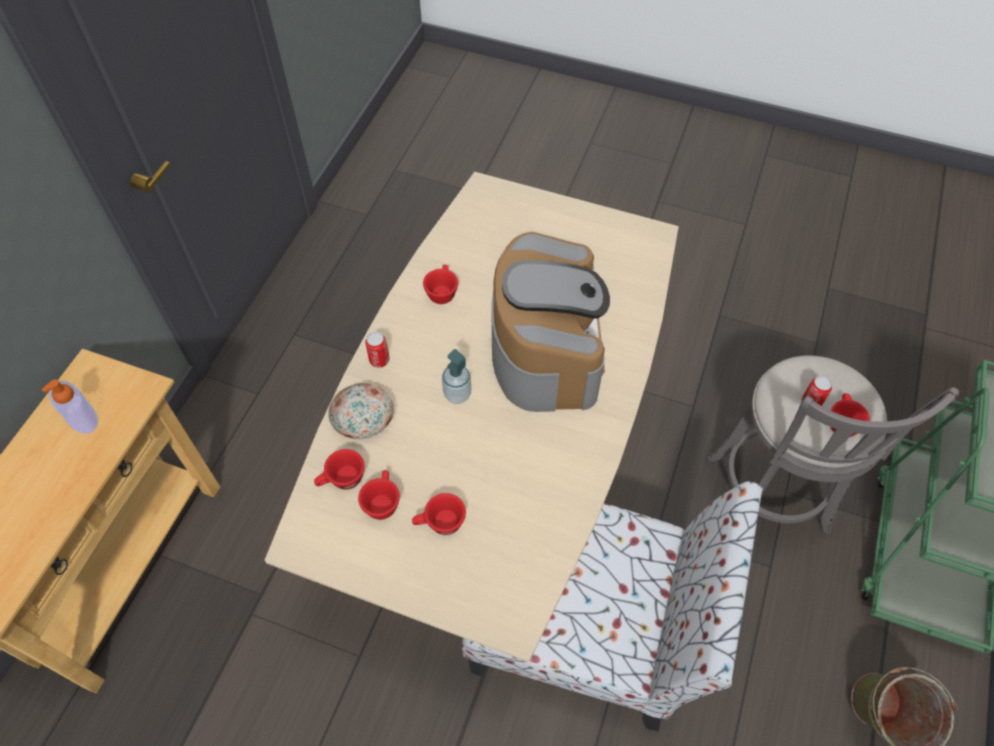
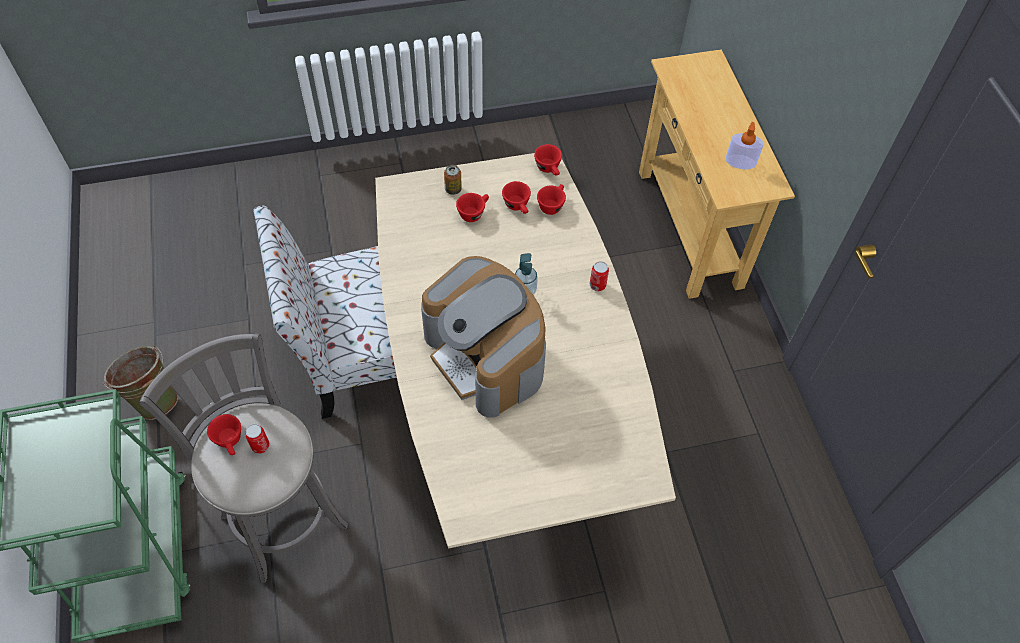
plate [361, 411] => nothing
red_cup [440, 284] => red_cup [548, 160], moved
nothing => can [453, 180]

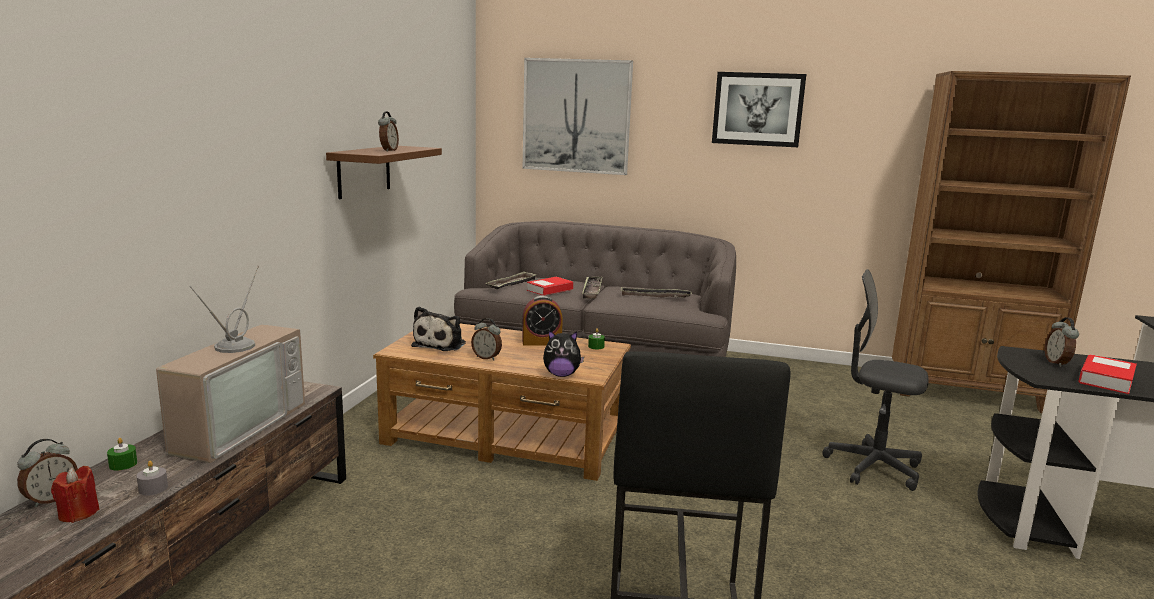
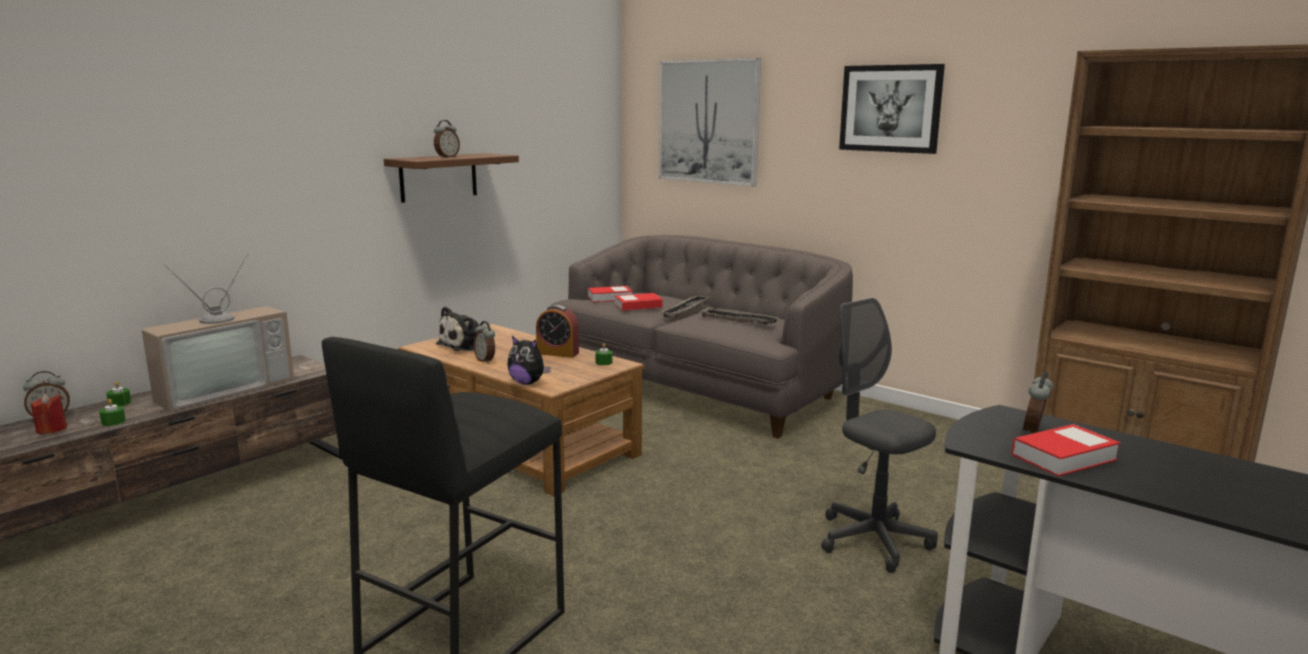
grey_candle [152, 477] => green_candle [112, 412]
tray [511, 280] => book [610, 294]

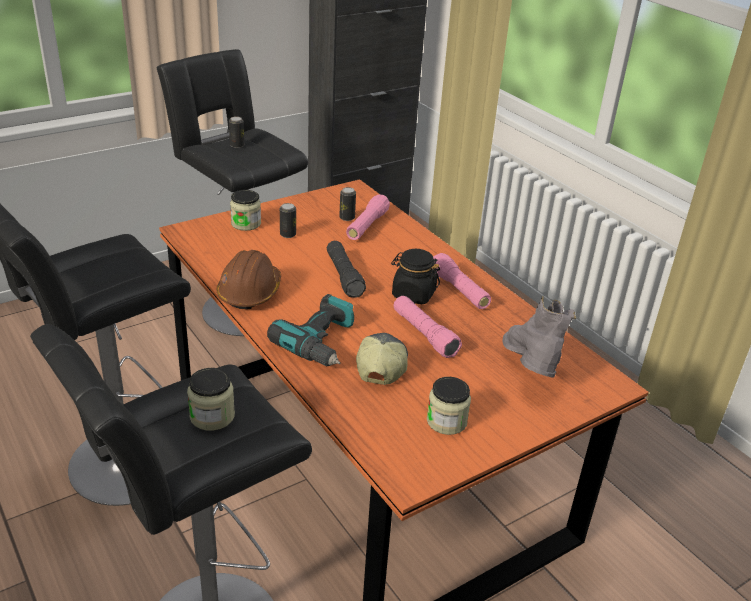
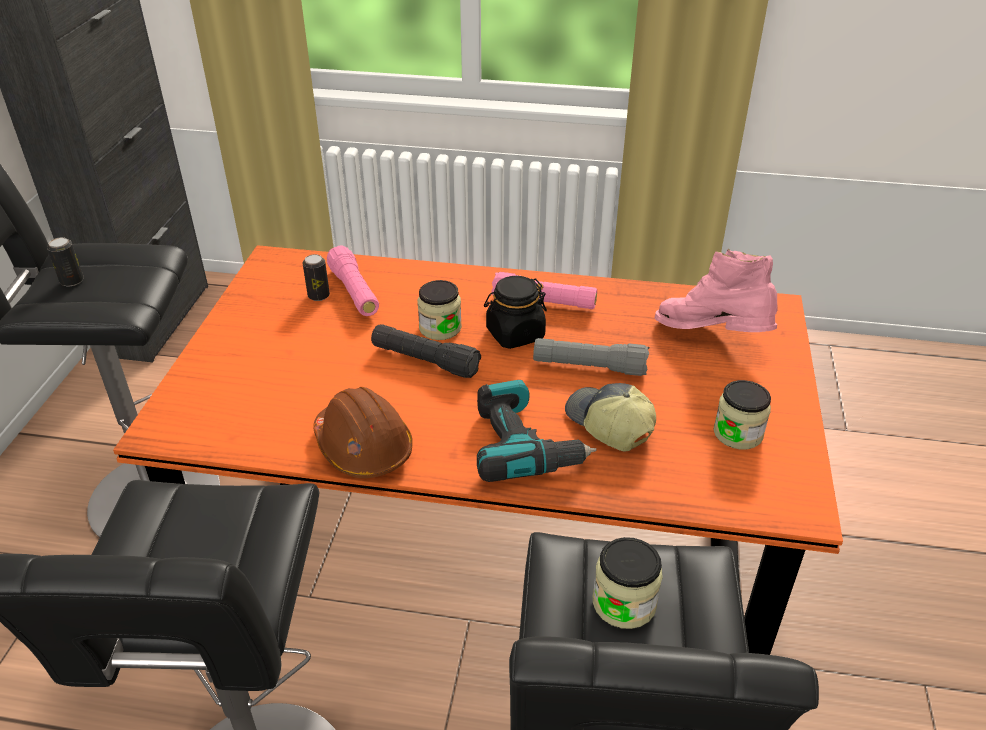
jar [245, 210] => jar [439, 310], moved
can [288, 220] => nothing
pink_flashlight [428, 327] => grey_flashlight [591, 357]
grey_boot [539, 337] => pink_boot [716, 290]

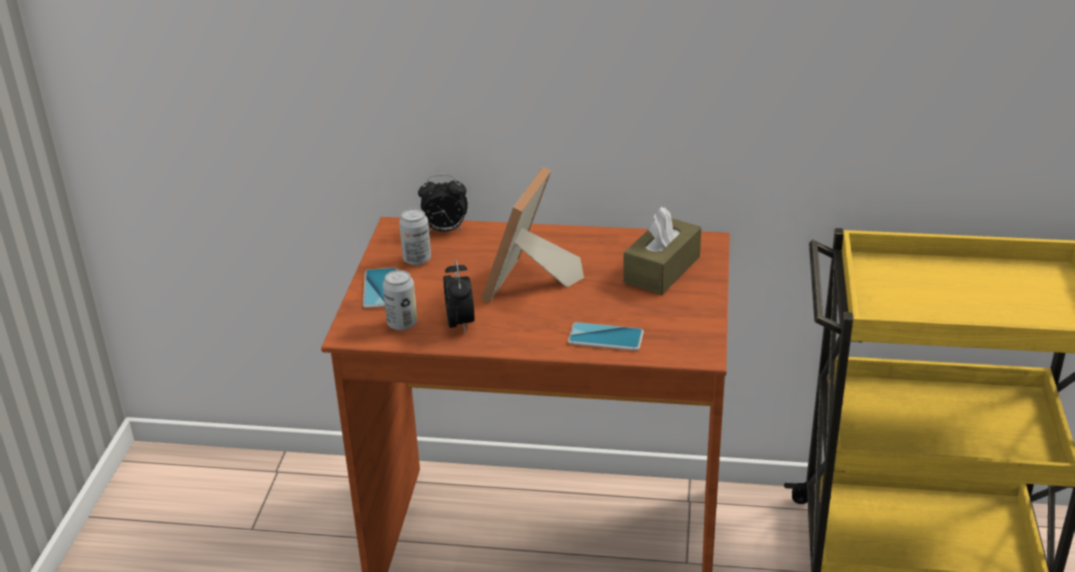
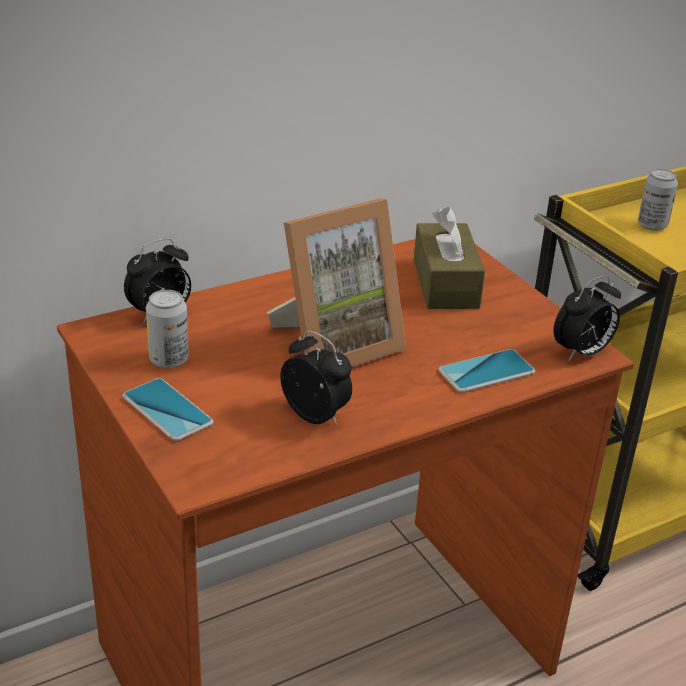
can [400, 300] => can [658, 200], moved
picture_frame [532, 235] => picture_frame [336, 282], 105 degrees counterclockwise
nothing => alarm_clock [587, 318]

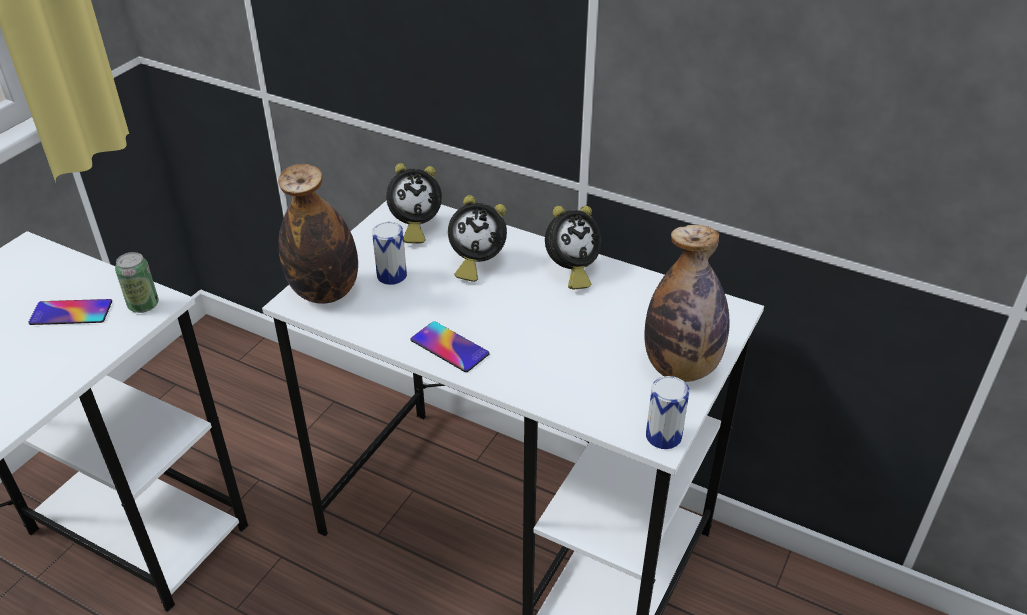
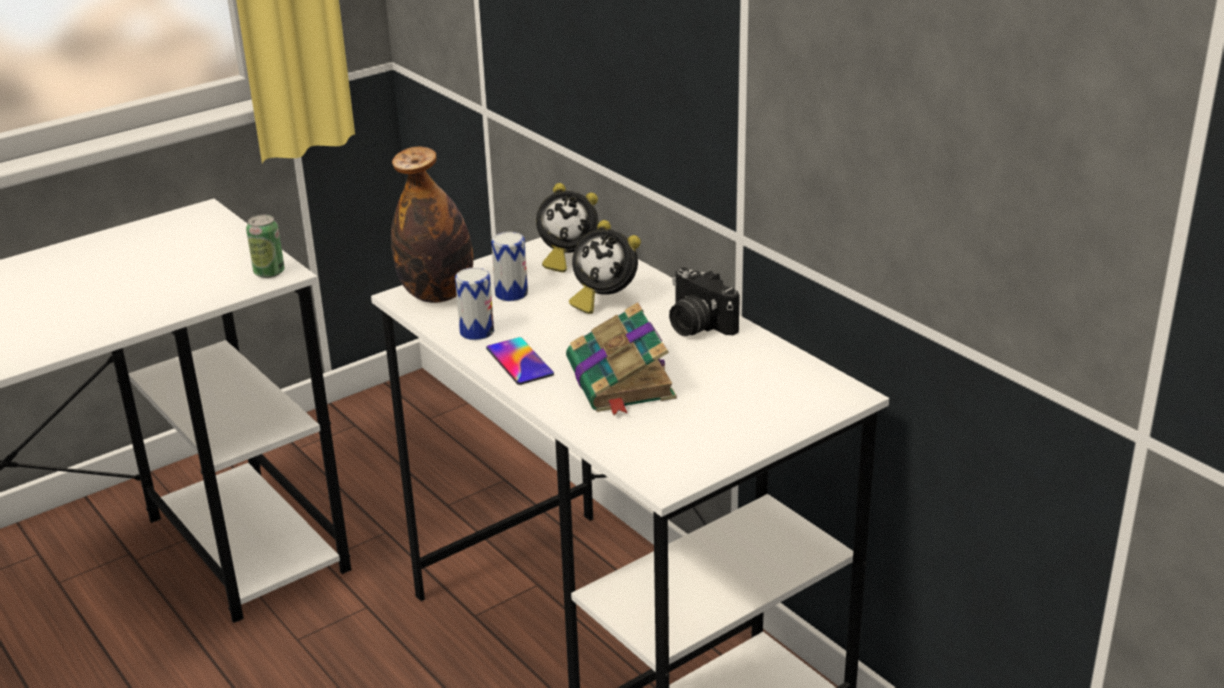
phone [70, 312] => nothing
alarm_clock [573, 247] => photo_camera [704, 301]
bottle [686, 303] => nothing
can [667, 412] => can [474, 303], moved
nothing => book [621, 359]

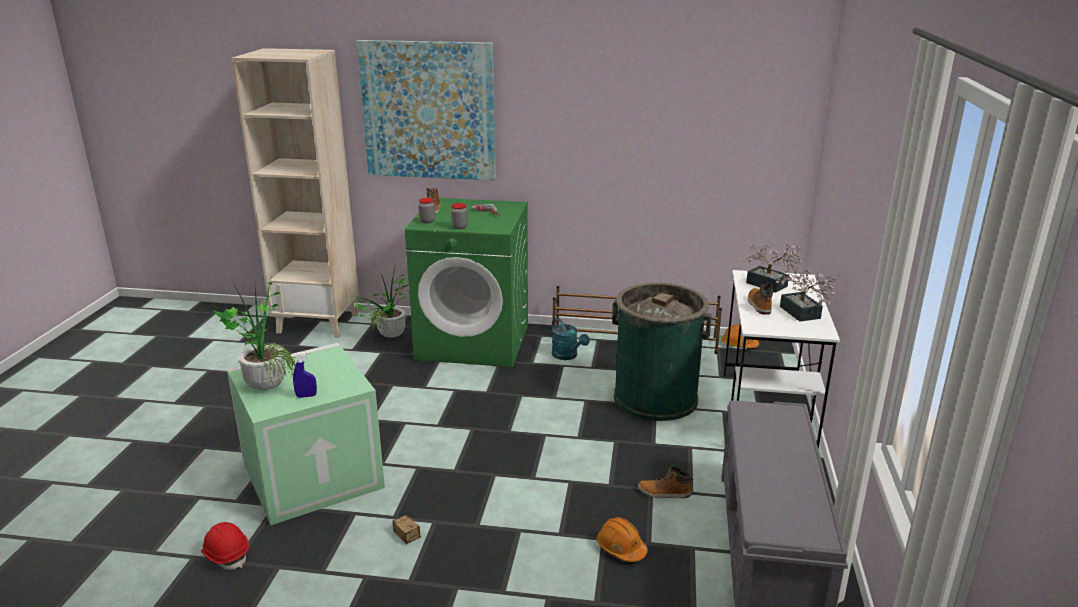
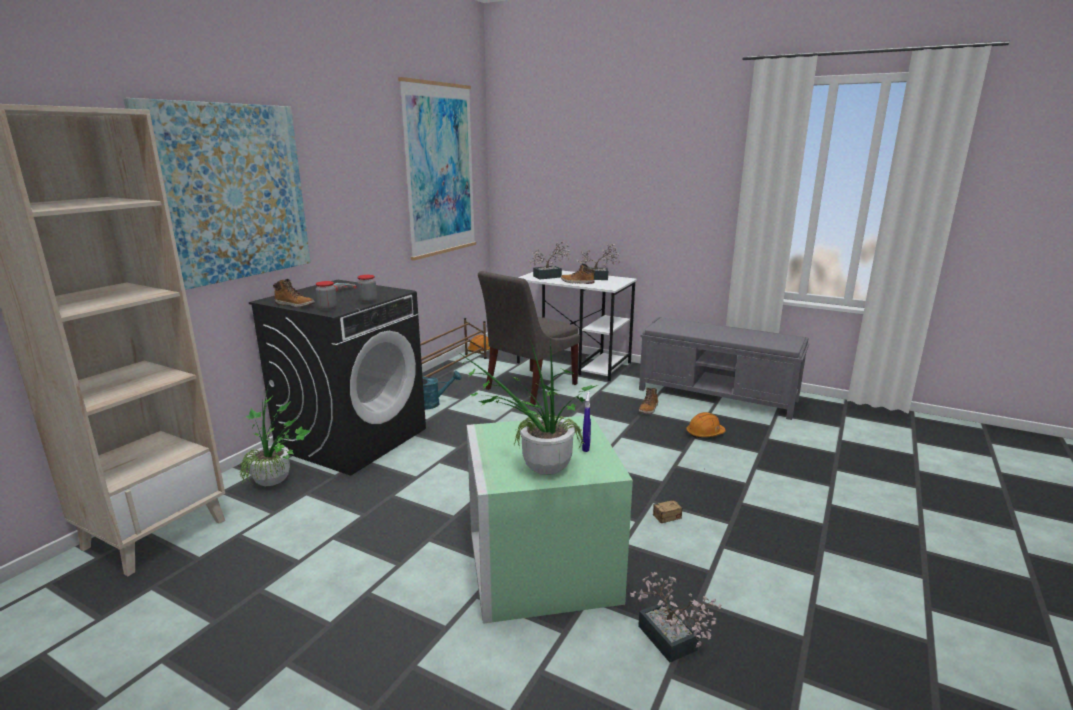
red_hard_hat [225, 546] => potted_plant [676, 617]
green_washing_machine [466, 282] => black_washing_machine [337, 378]
green_trash_can [662, 352] => grey_chair [529, 338]
nothing => picture [437, 169]

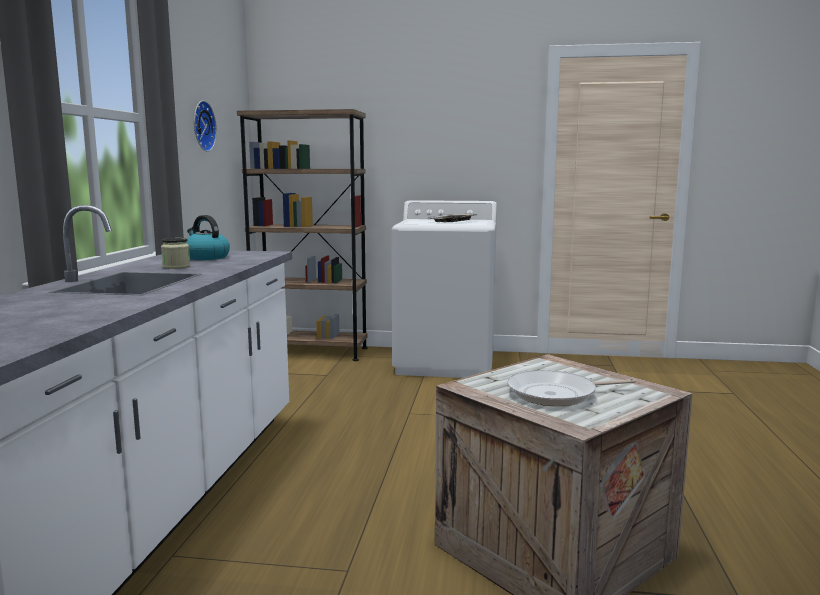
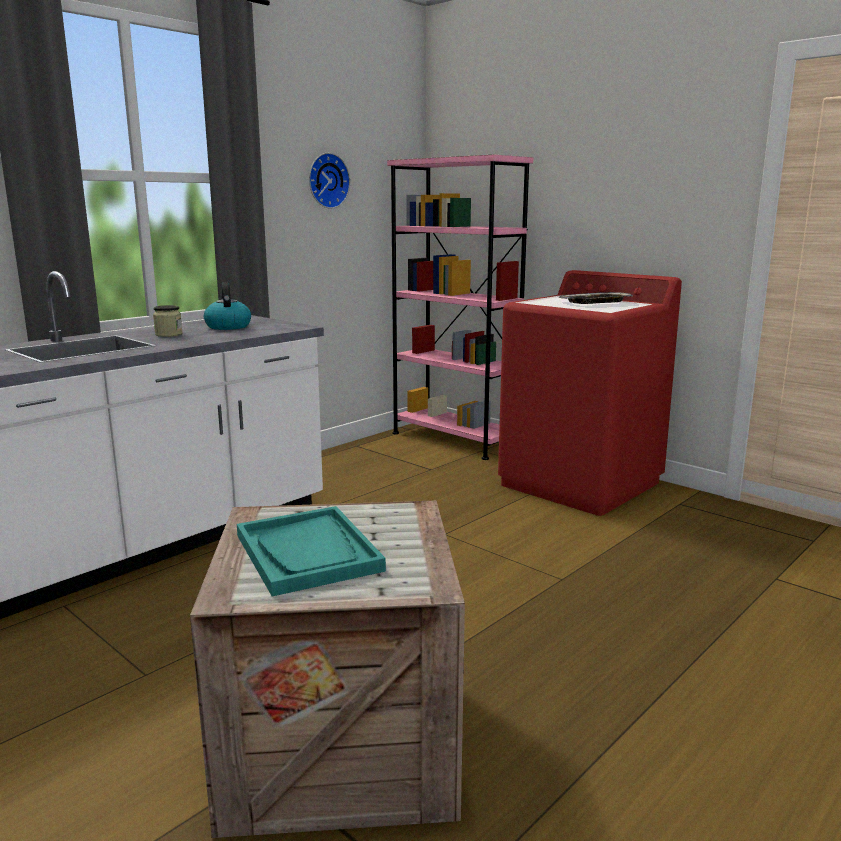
brown_bookcase [302, 235] => pink_bookcase [460, 307]
white_washing_machine [444, 289] => red_washing_machine [590, 393]
frying_pan [571, 388] => turquoise_tray [311, 551]

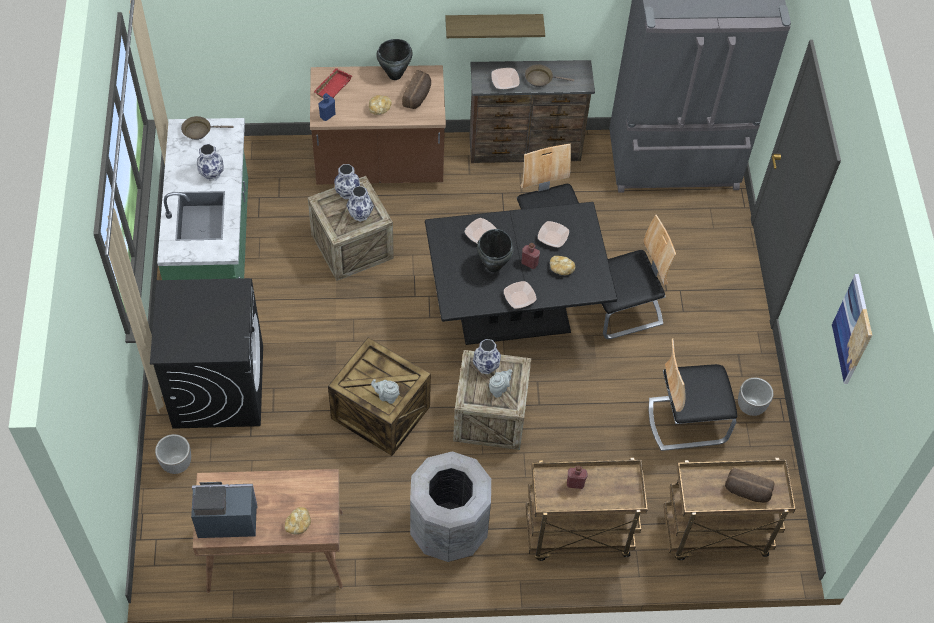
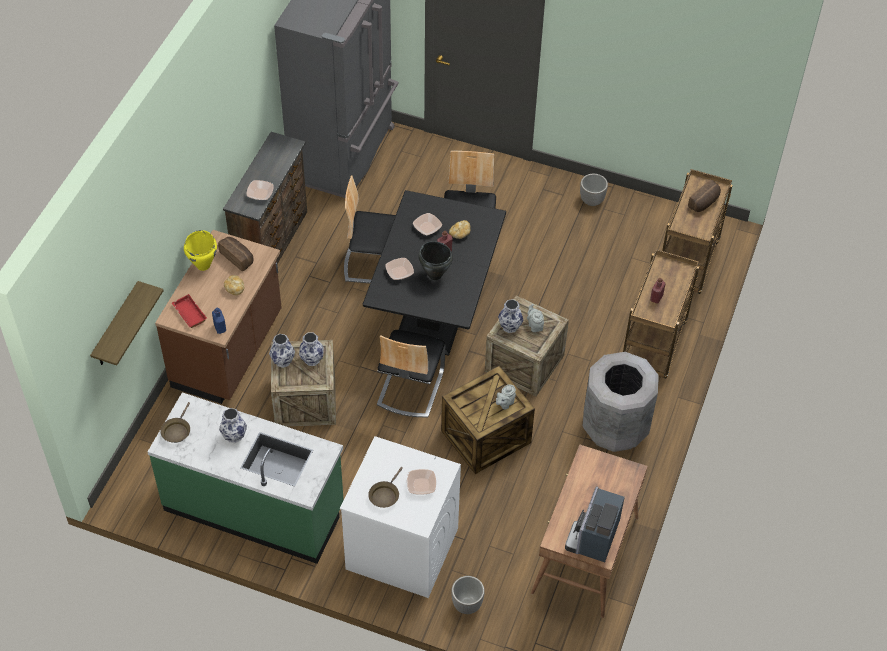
black_washing_machine [206, 353] => white_washing_machine [400, 517]
bread [298, 520] => nothing
black_cooking_pot [394, 59] => yellow_cooking_pot [200, 250]
shelf [495, 26] => shelf [127, 323], moved
bowl [520, 295] => bowl [421, 482], moved
brown_frying_pan [549, 75] => brown_frying_pan [385, 487], moved
chair [693, 394] => chair [411, 374], moved
picture [852, 329] => nothing

